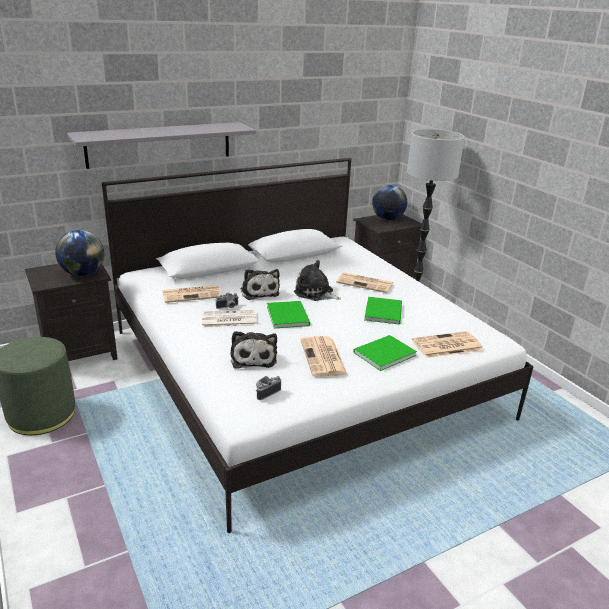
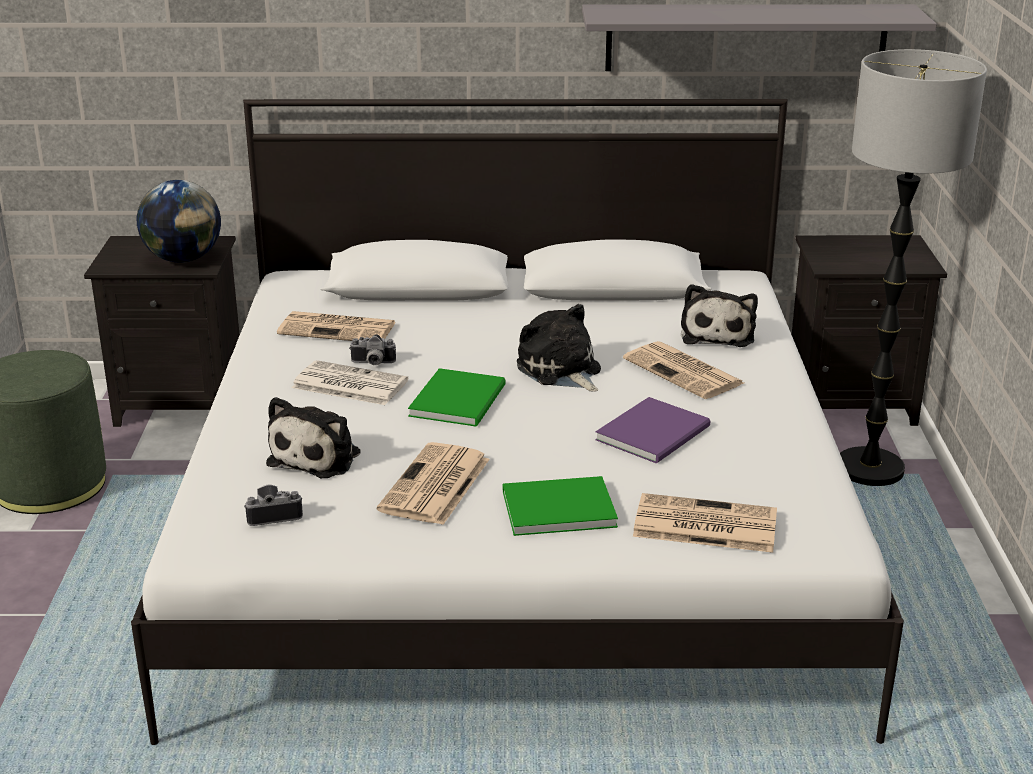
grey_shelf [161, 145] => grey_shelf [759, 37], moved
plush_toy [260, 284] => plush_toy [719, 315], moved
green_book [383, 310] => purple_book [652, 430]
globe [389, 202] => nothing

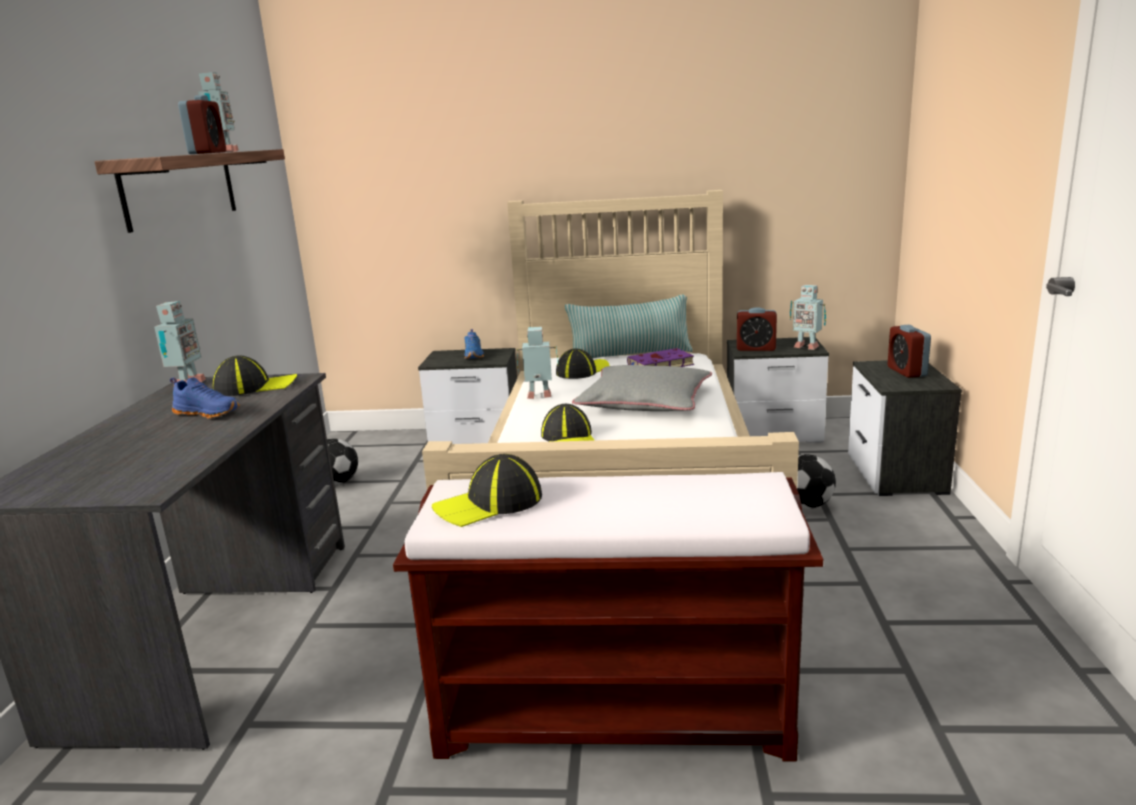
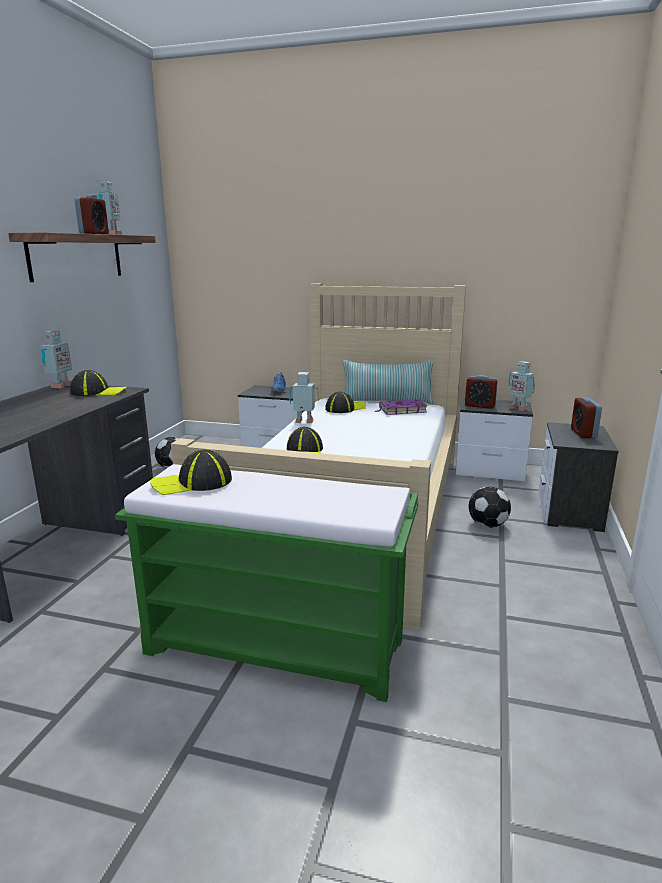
blue_shoe [205, 398] => nothing
brown_bench [608, 617] => green_bench [266, 583]
grey_pillow [642, 388] => nothing

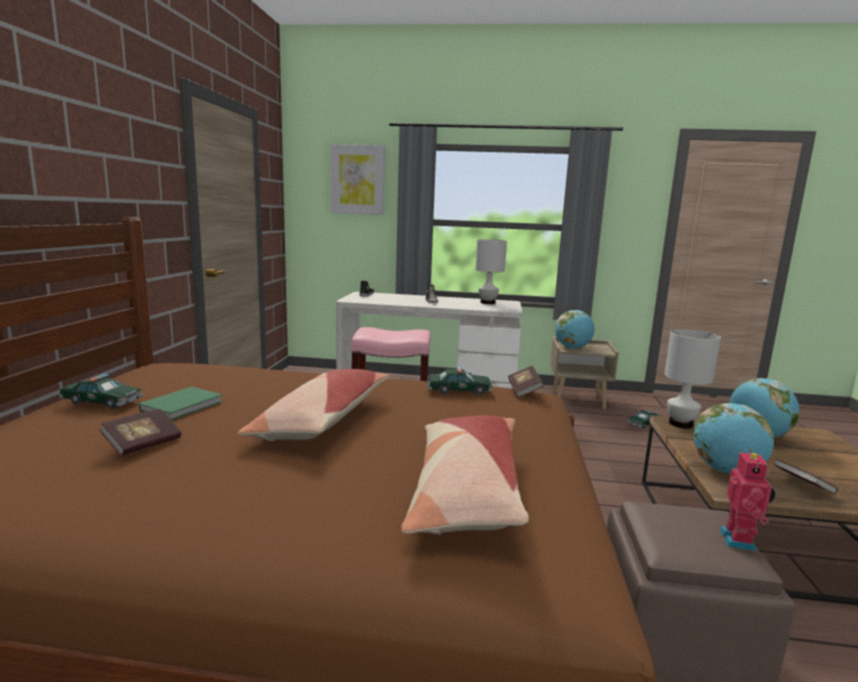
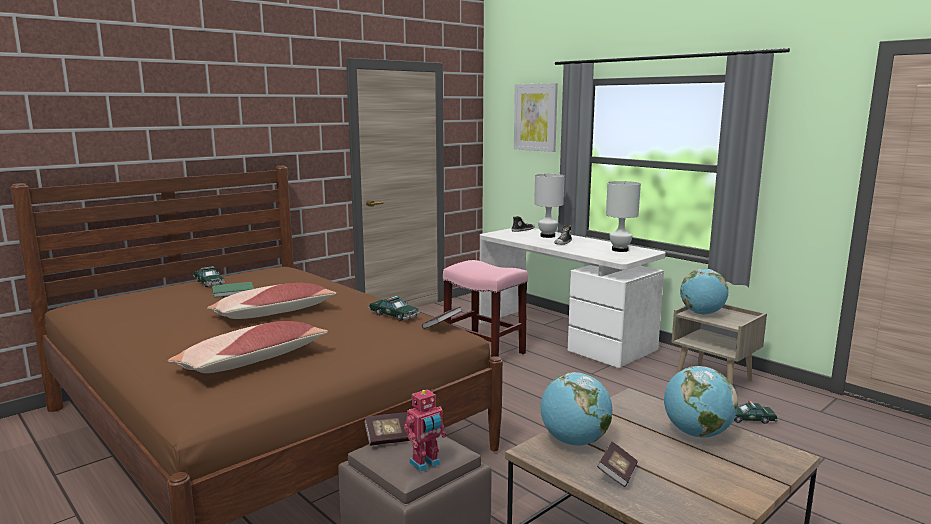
book [140, 432] => book [386, 429], moved
white_table_lamp [693, 379] => white_table_lamp [549, 206], moved

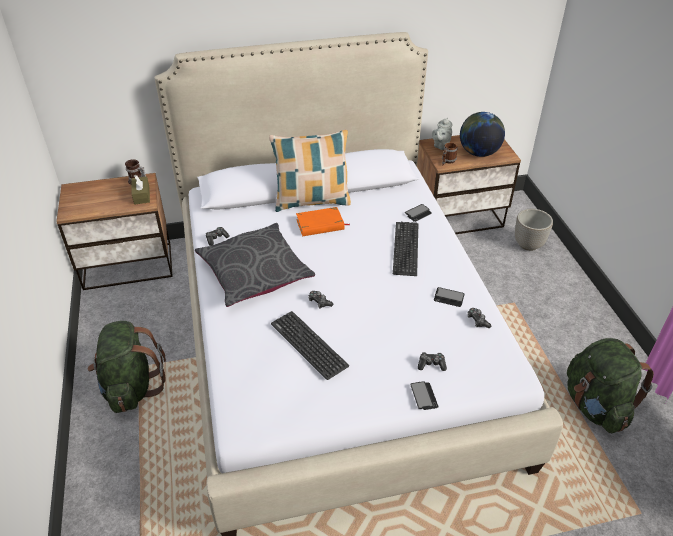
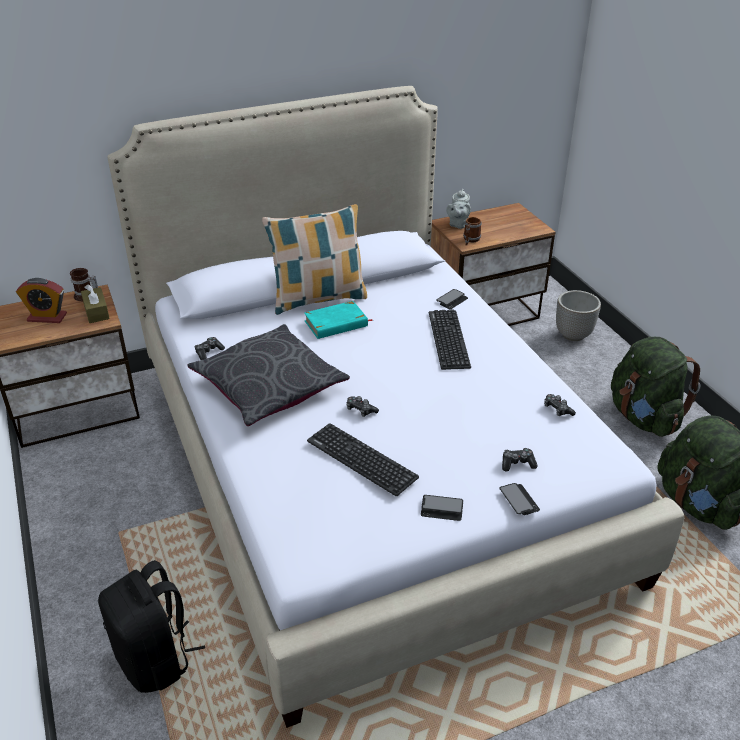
green_backpack [127, 367] => green_backpack [655, 387], moved
orange_book [323, 222] => turquoise_book [338, 320]
phone [449, 297] => phone [442, 508], moved
globe [482, 134] => nothing
nothing => alarm_clock [41, 300]
nothing => black_backpack [151, 626]

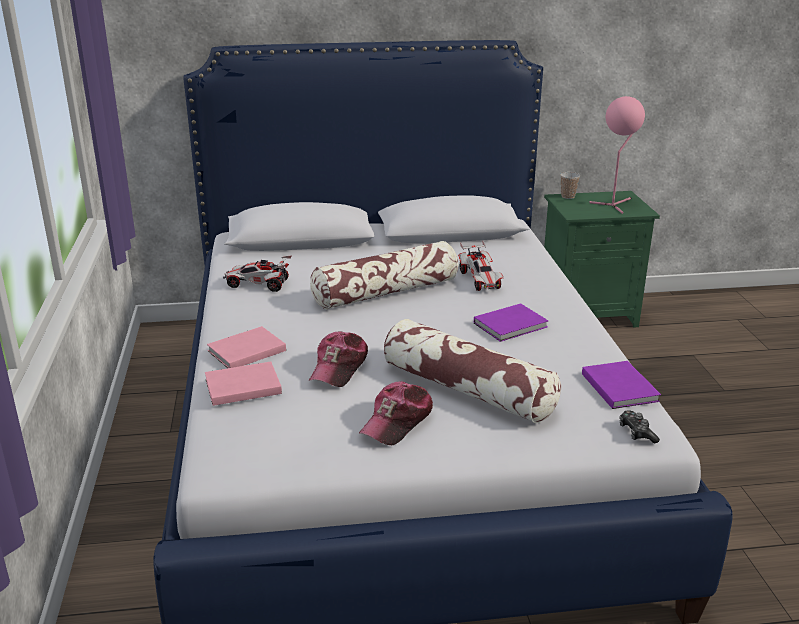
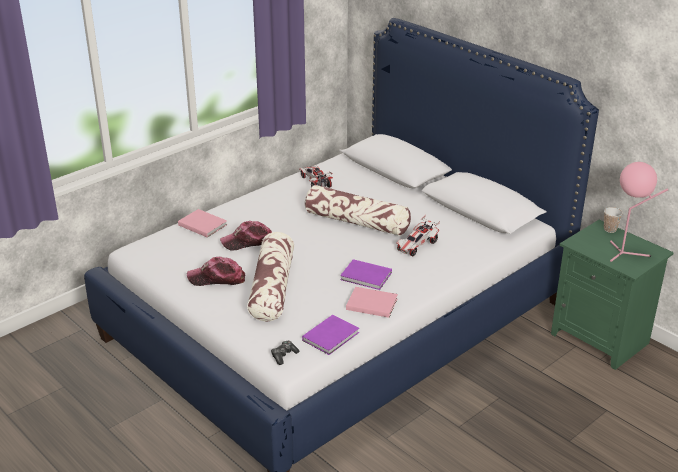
pink_book [246, 347] => pink_book [372, 302], moved

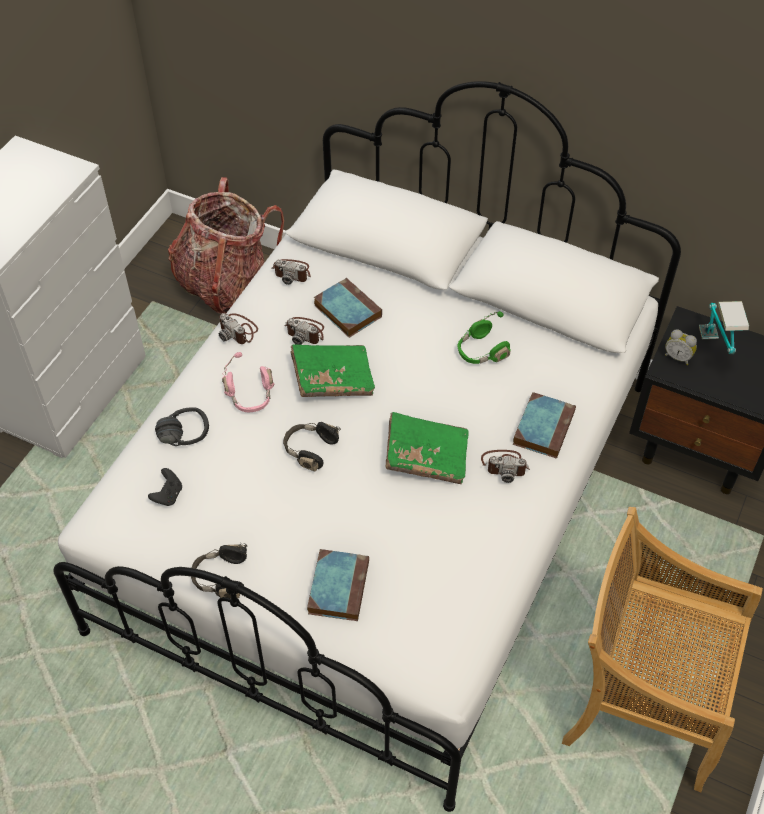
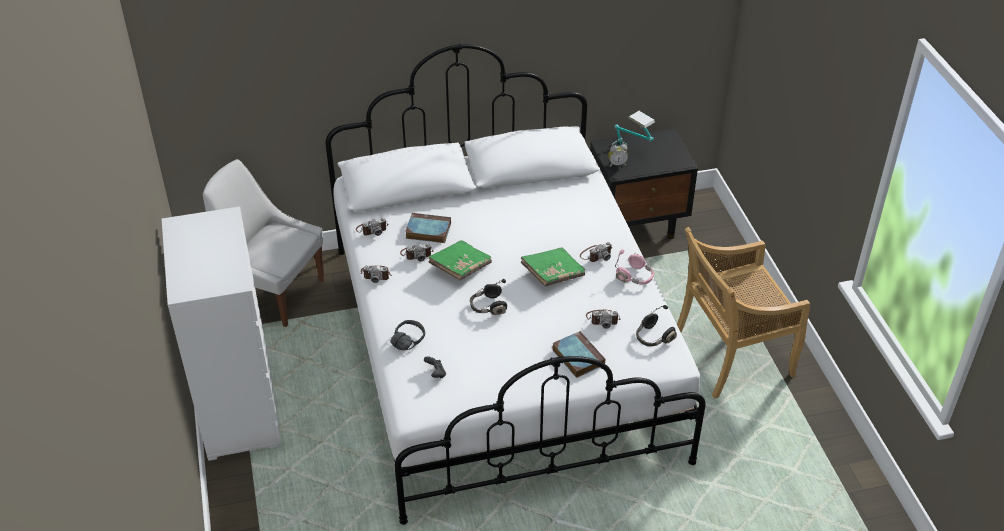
backpack [226, 245] => white_chair [263, 243]
black_headphones [219, 570] => black_headphones [656, 326], moved
pink_headphones [248, 382] => pink_headphones [634, 267], moved
green_headphones [484, 337] => nothing
book [544, 425] => nothing
nothing => photo_camera [603, 319]

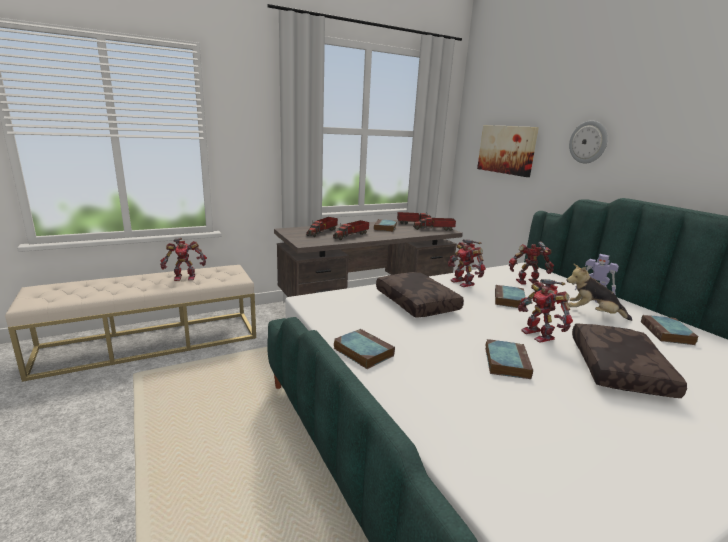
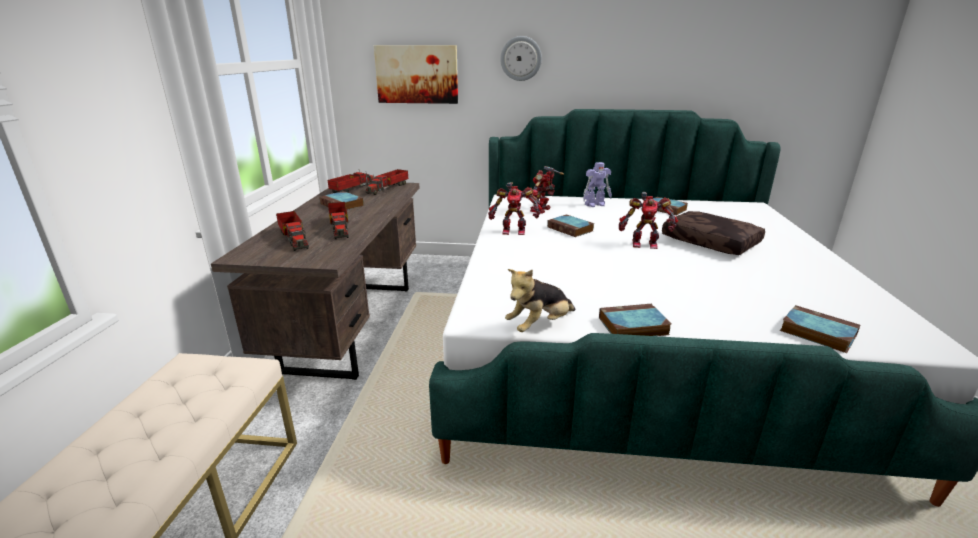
toy_robot [183, 259] => nothing
brown_pillow [420, 295] => nothing
book [509, 359] => book [820, 329], moved
plush_toy [599, 292] => plush_toy [540, 300], moved

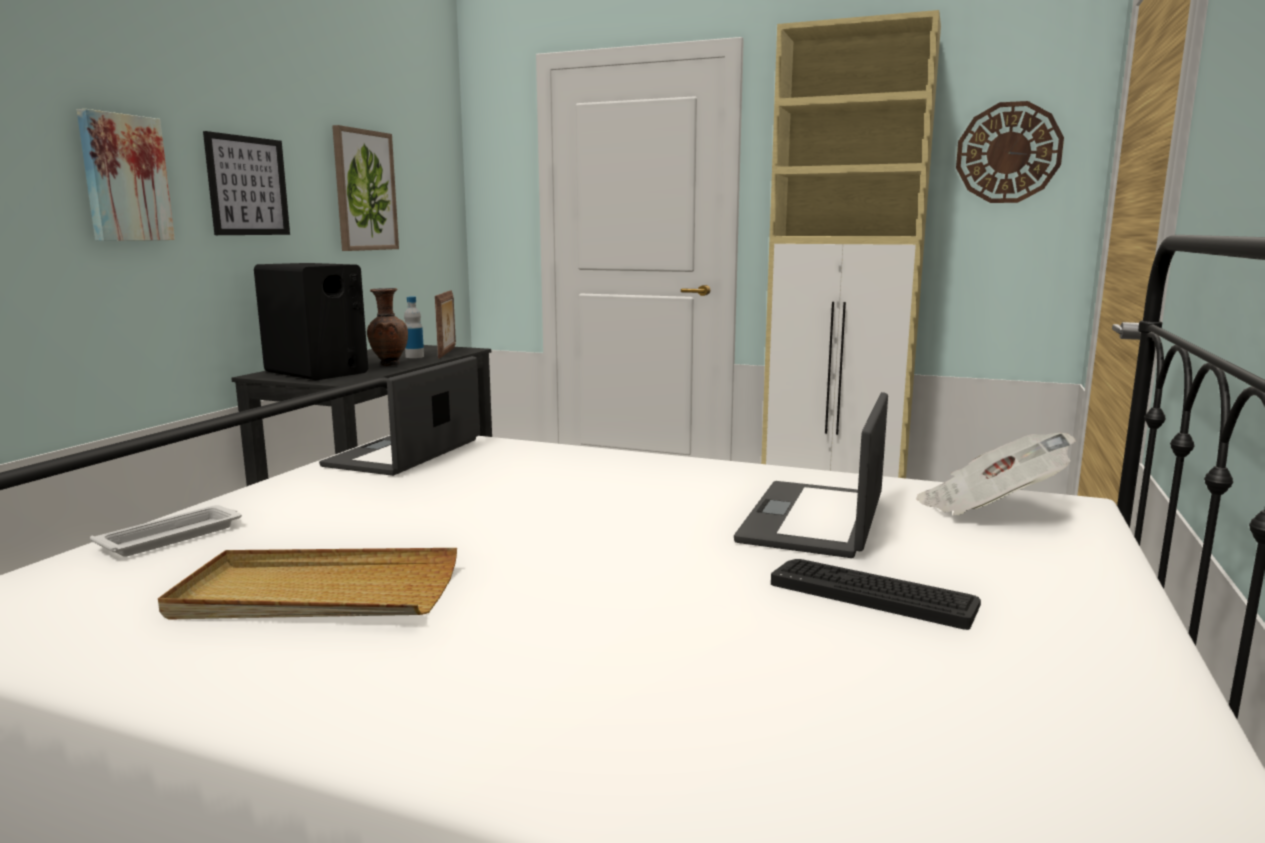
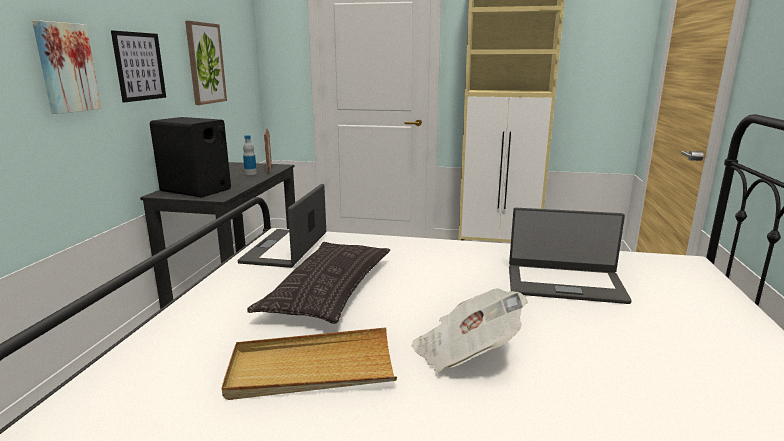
white_tray [166, 530] => nothing
brown_vase [387, 327] => nothing
laptop [811, 475] => laptop [570, 256], 90 degrees counterclockwise
keyboard [876, 594] => nothing
newspaper [996, 474] => newspaper [469, 330], moved
wall_clock [1010, 152] => nothing
nothing => pillow [318, 283]

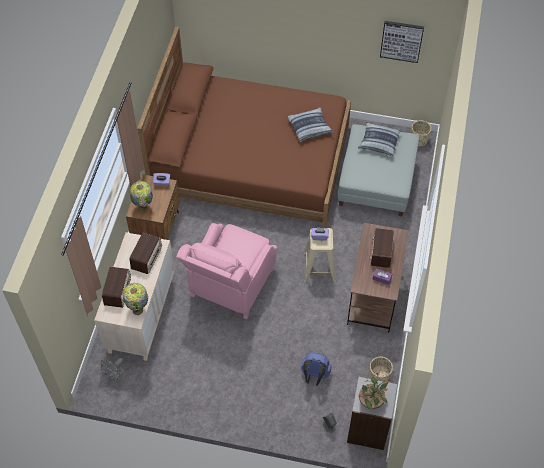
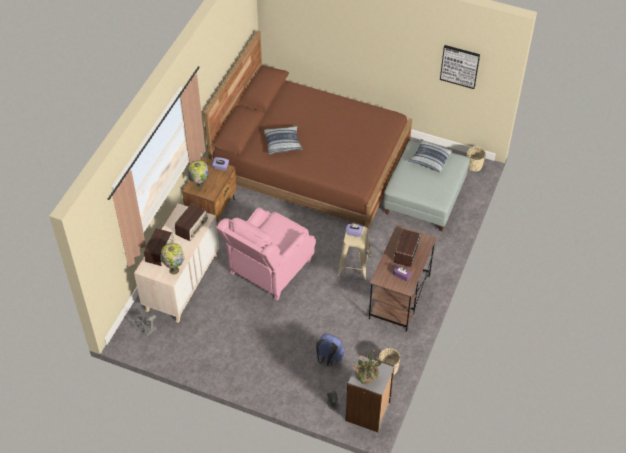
pillow [310, 124] => pillow [283, 140], moved

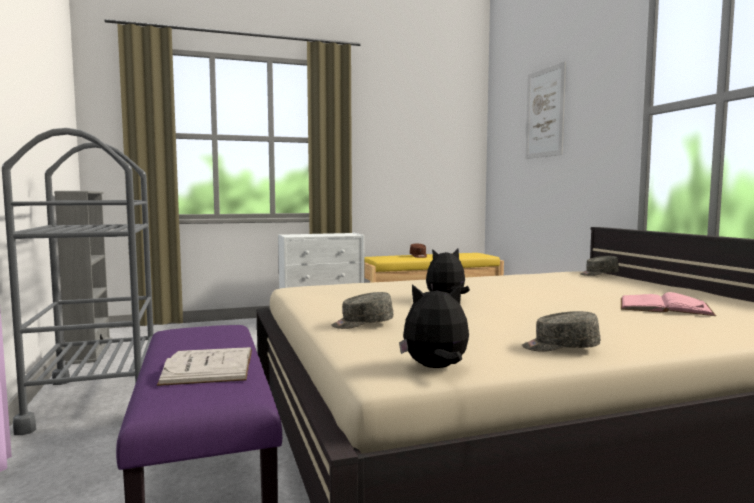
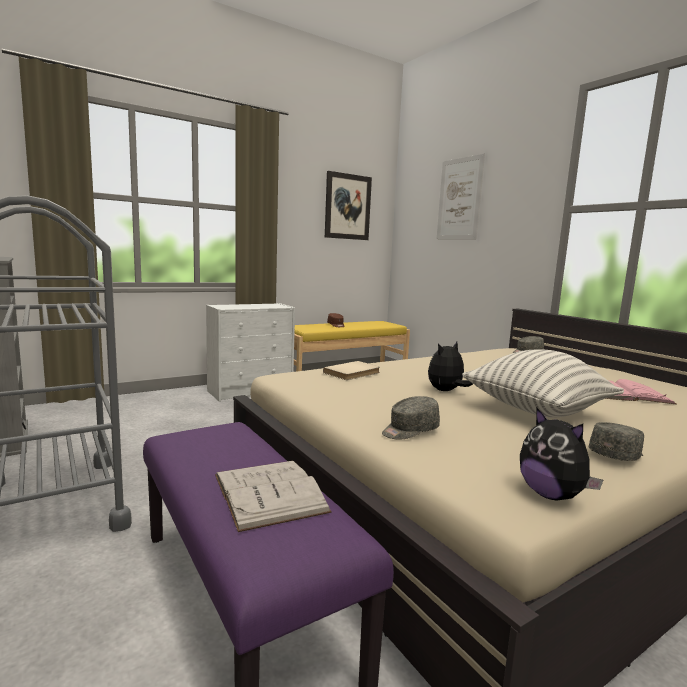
plush_toy [434, 326] => plush_toy [561, 454], 105 degrees counterclockwise
grey_cap [561, 331] => grey_cap [616, 441], 150 degrees clockwise
nothing => beige_book [351, 370]
nothing => picture [348, 205]
nothing => pillow [543, 383]

